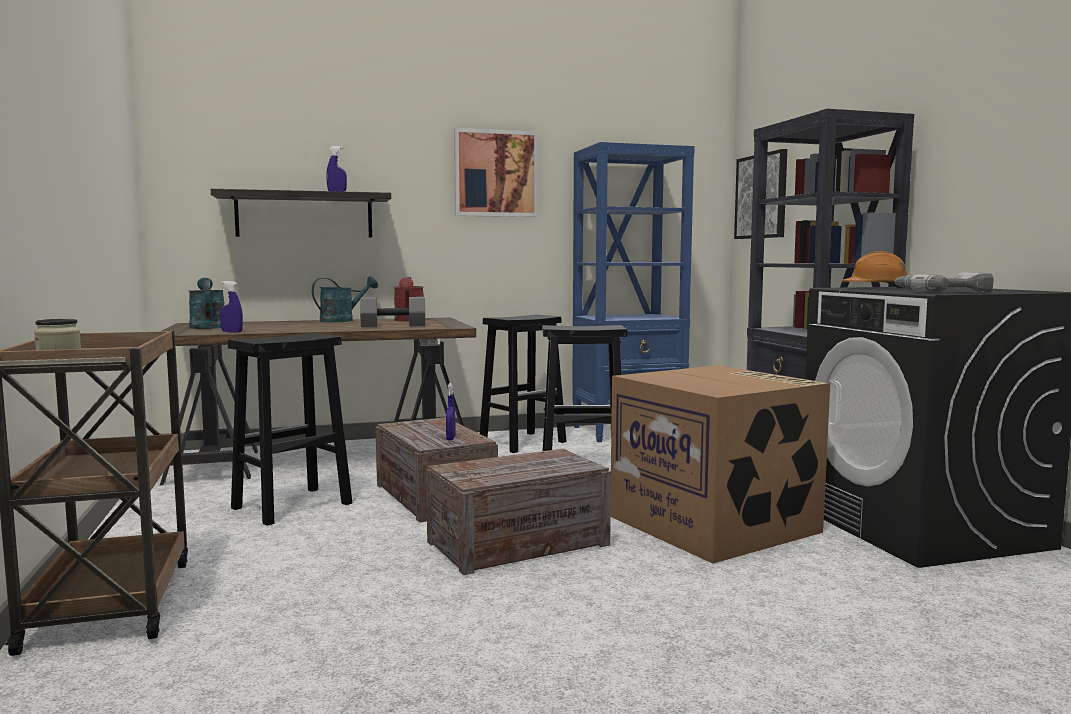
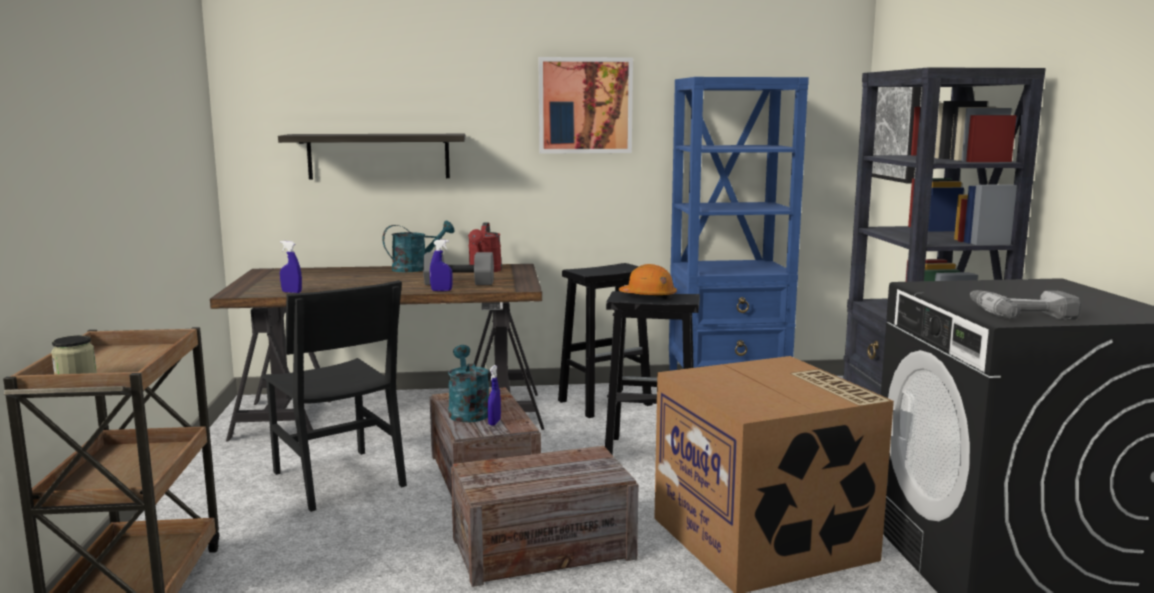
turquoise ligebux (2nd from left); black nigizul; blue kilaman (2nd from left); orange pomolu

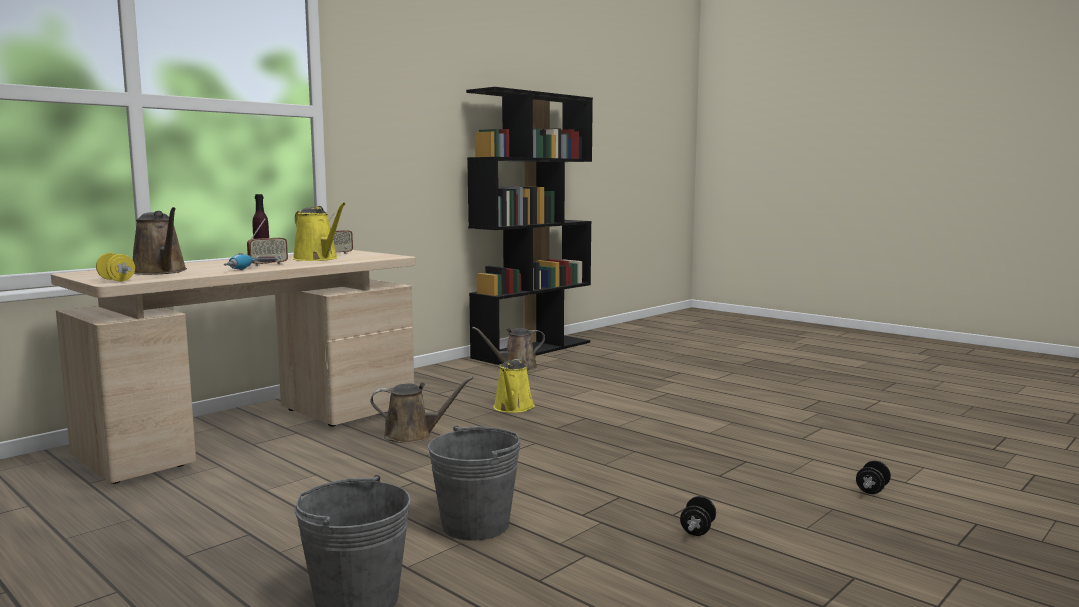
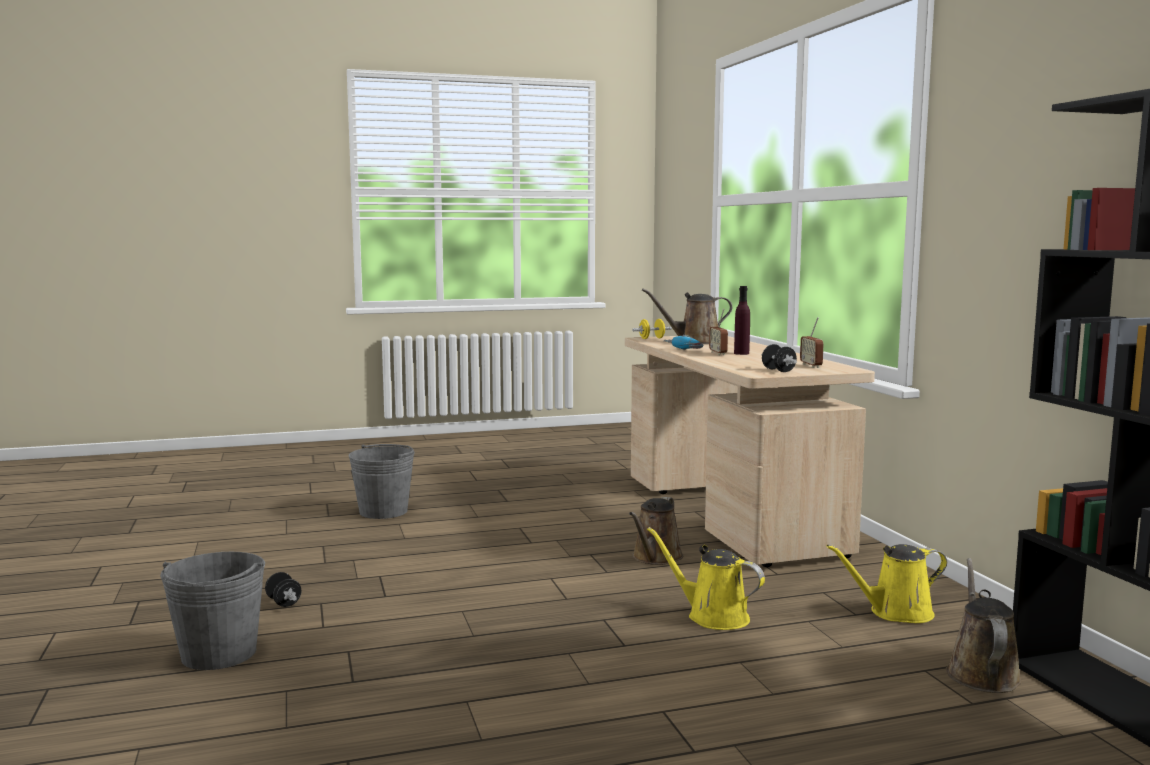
yellow ligebux (2nd from left); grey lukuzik (1st from left); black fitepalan (2nd from left)

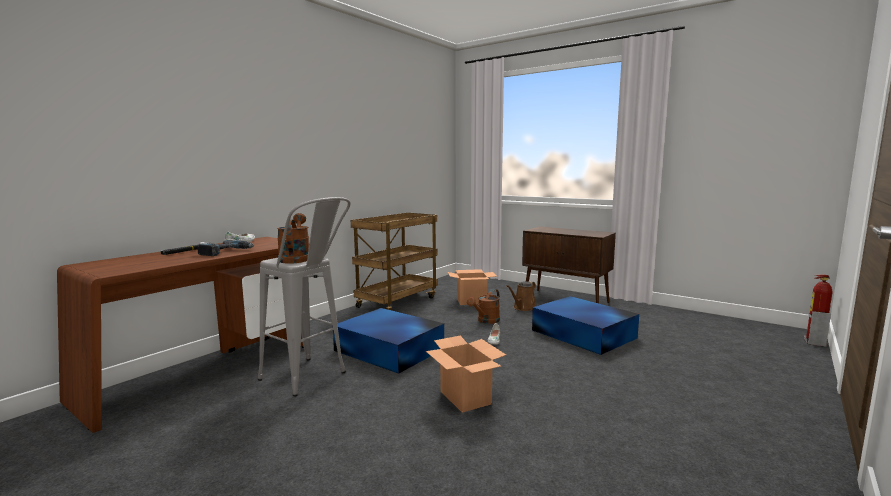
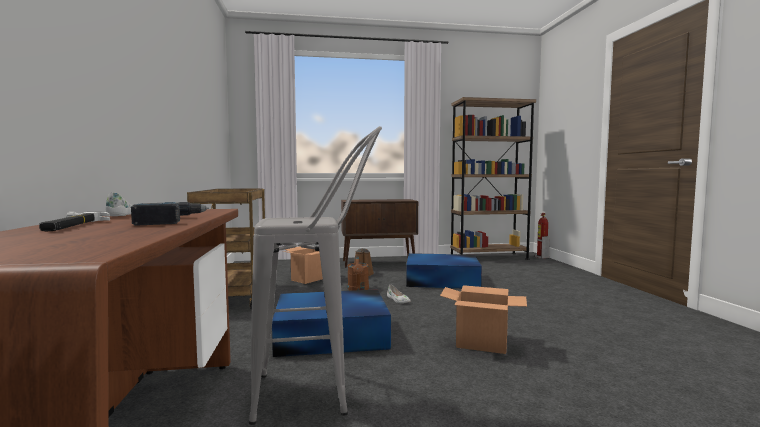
brown ligebux (1st from left in the first image); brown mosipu

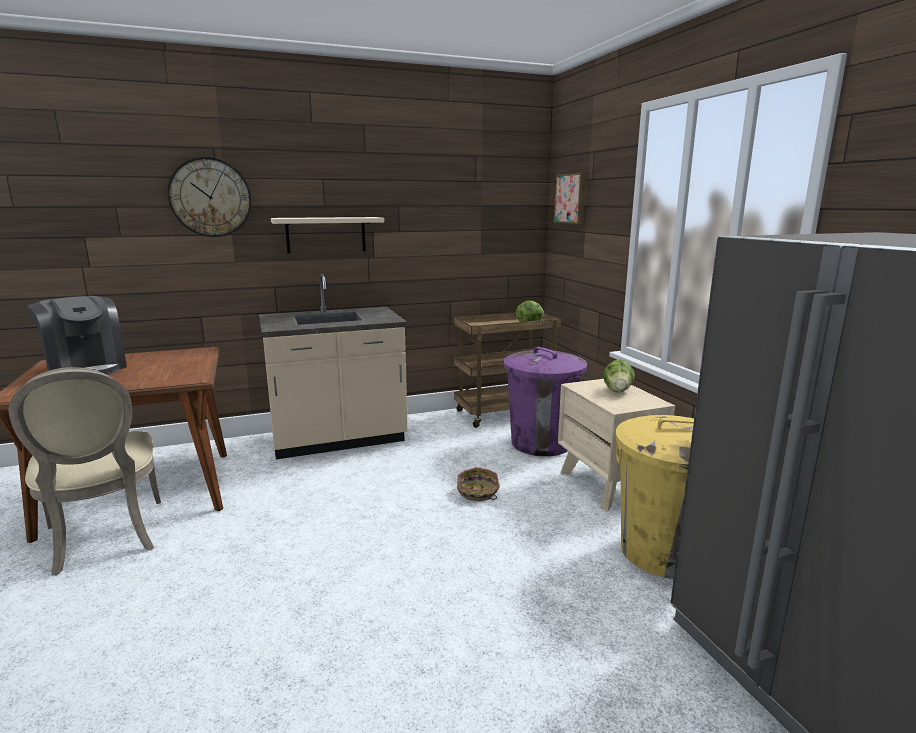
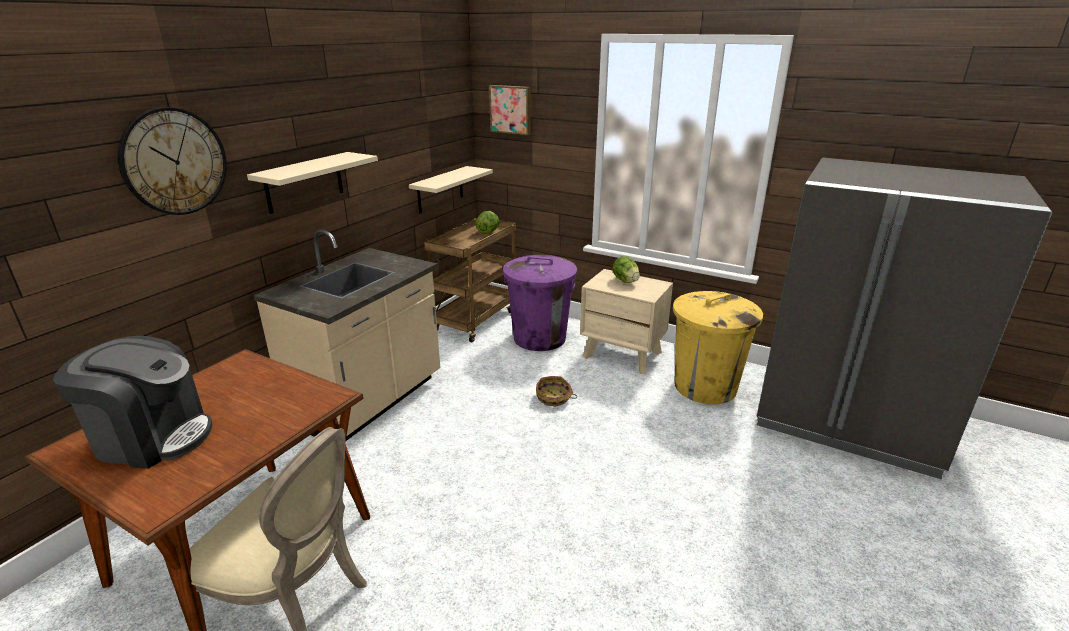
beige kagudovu (2nd from left)

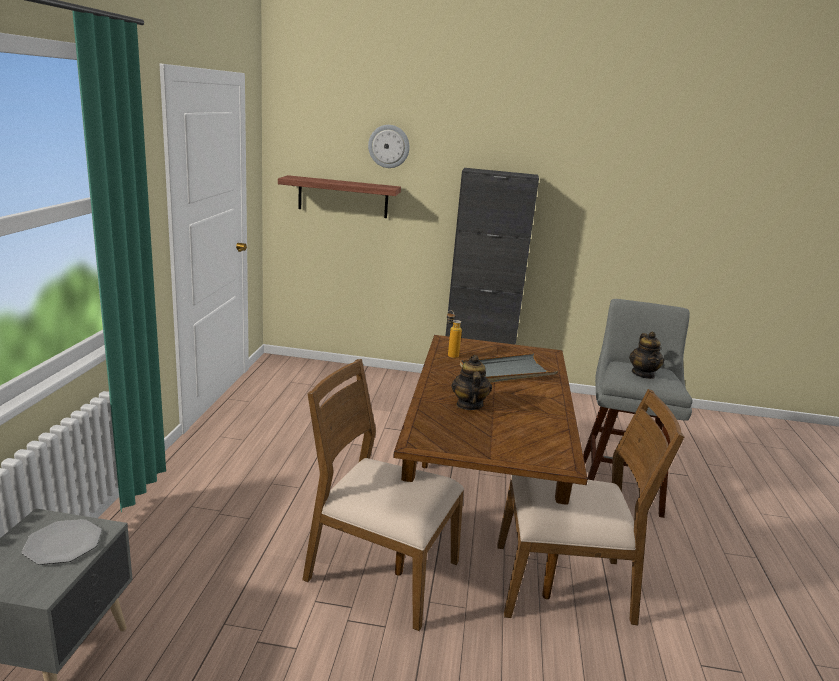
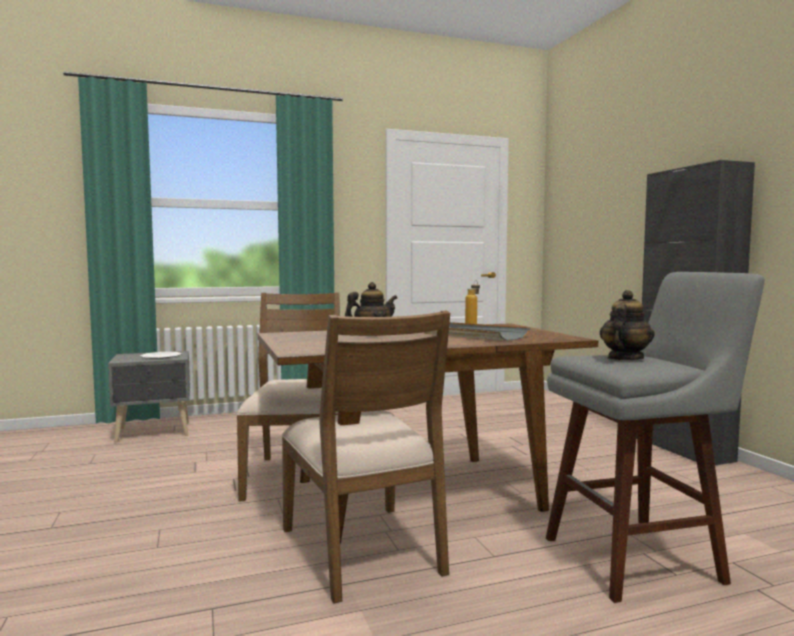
kagudovu; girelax; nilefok (2nd from left)

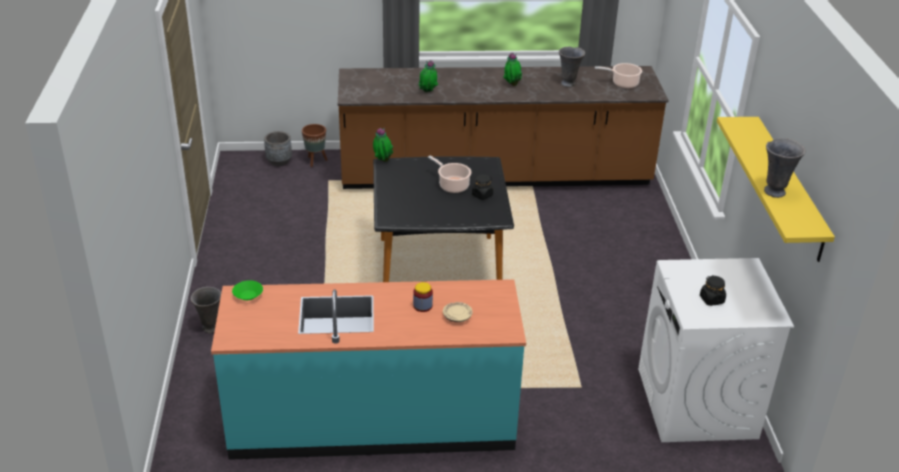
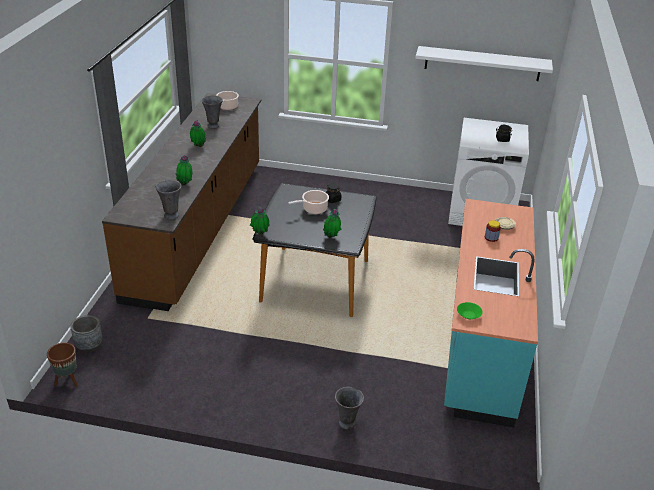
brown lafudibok; white kagudovu; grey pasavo (1st from left); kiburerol (4th from left)

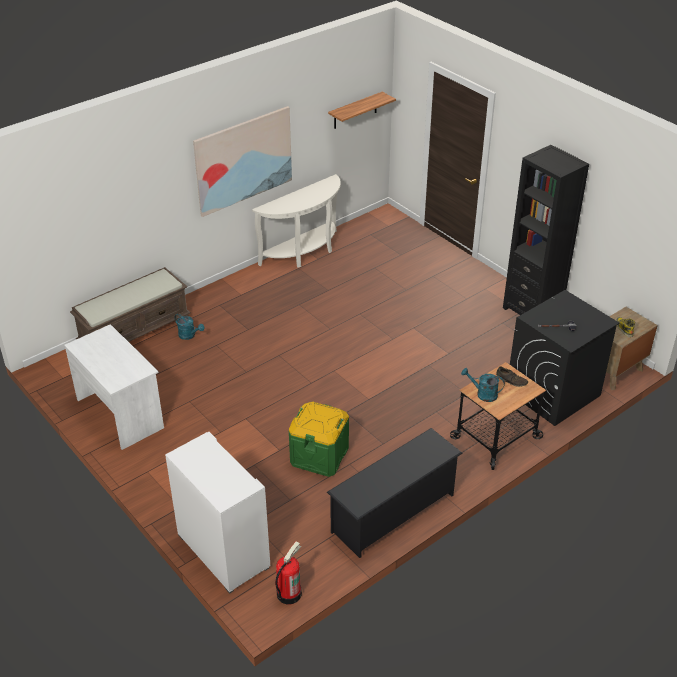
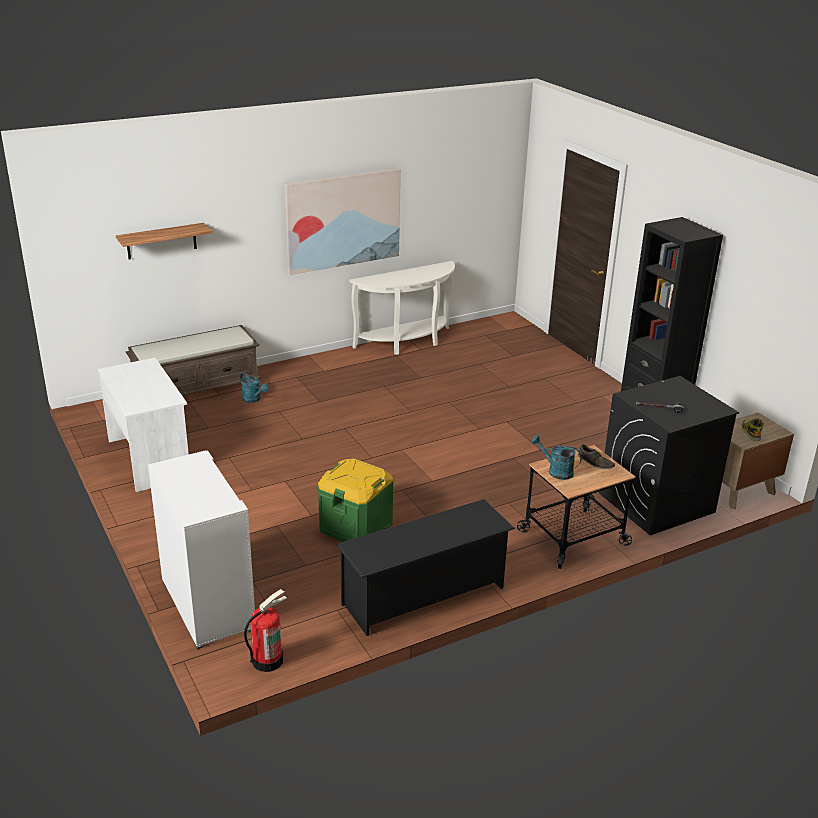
kagudovu

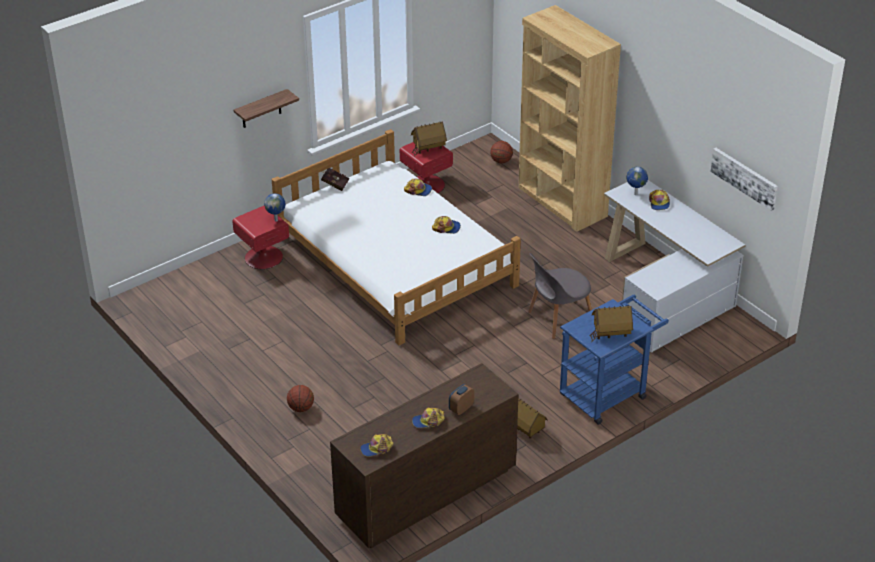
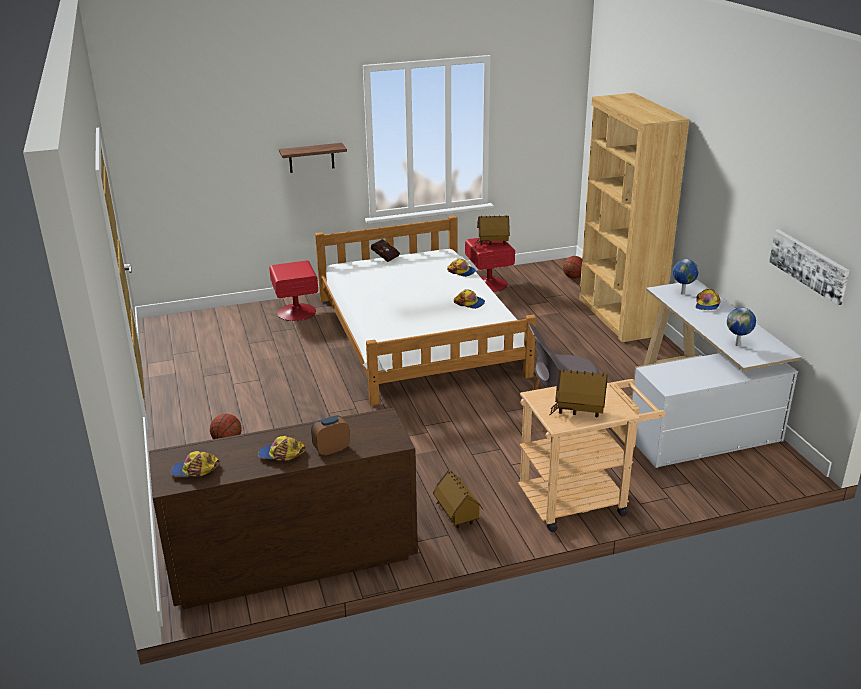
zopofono (2nd from left); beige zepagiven

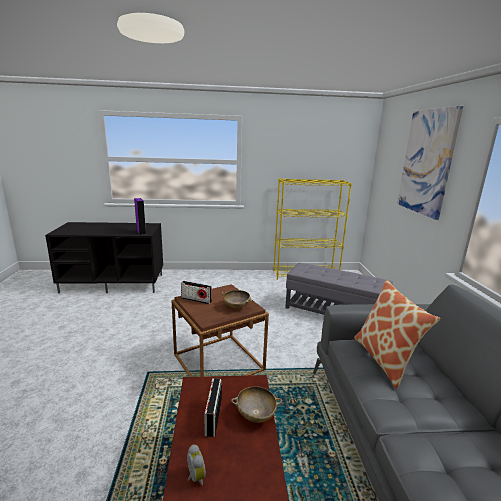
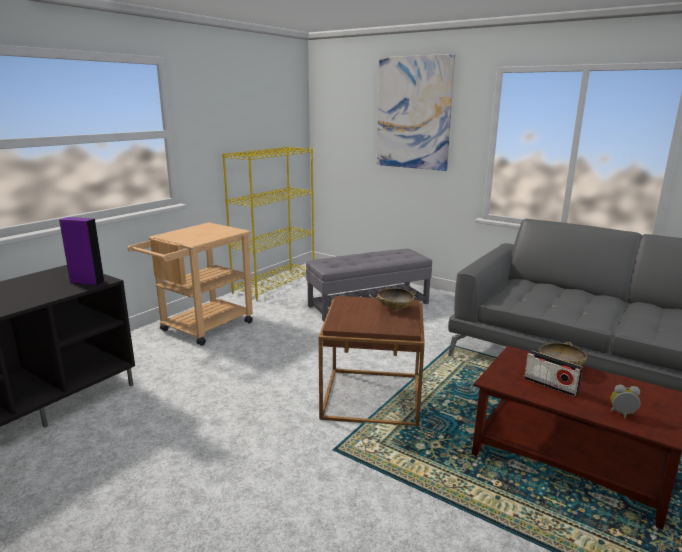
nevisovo (1st from left in the first image); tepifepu; beige zepagiven

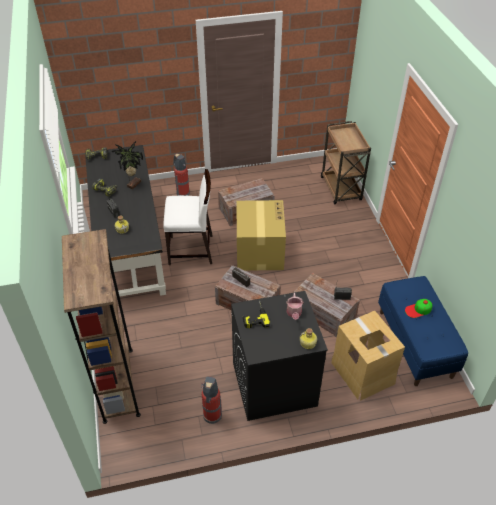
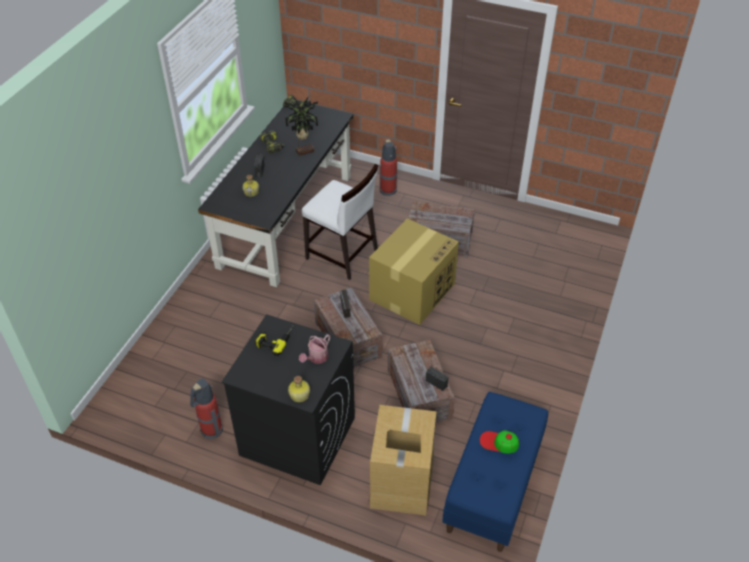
brown mosipu; brown zepagiven

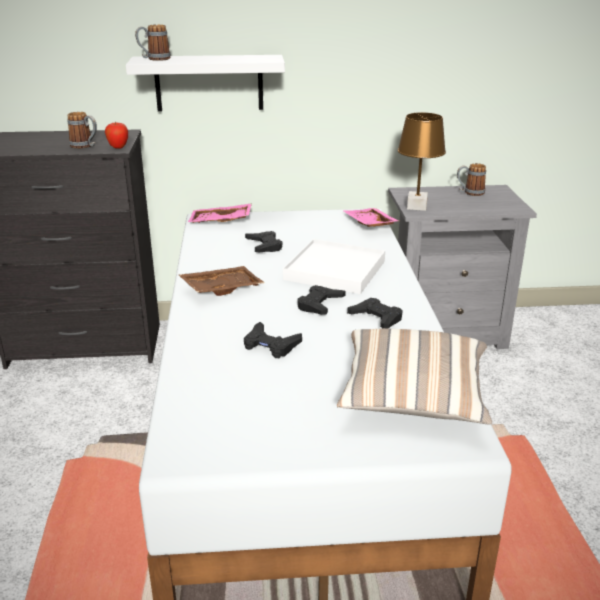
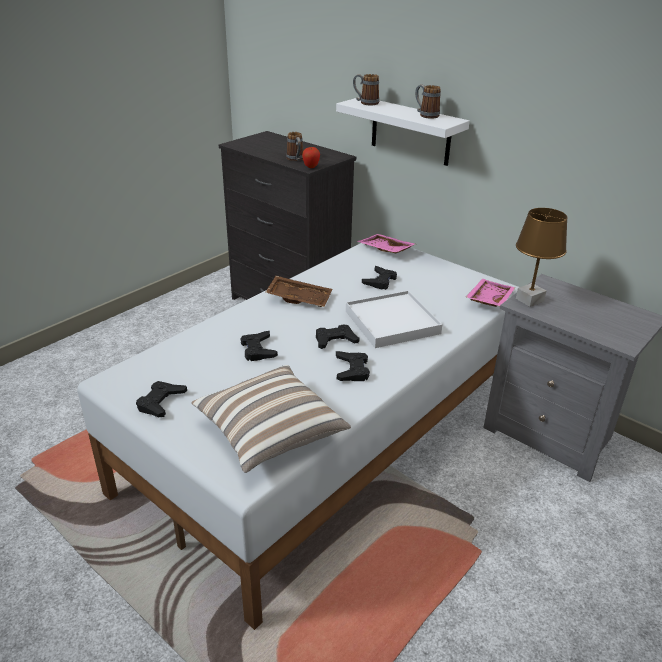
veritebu (3rd from left); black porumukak (1st from left)

